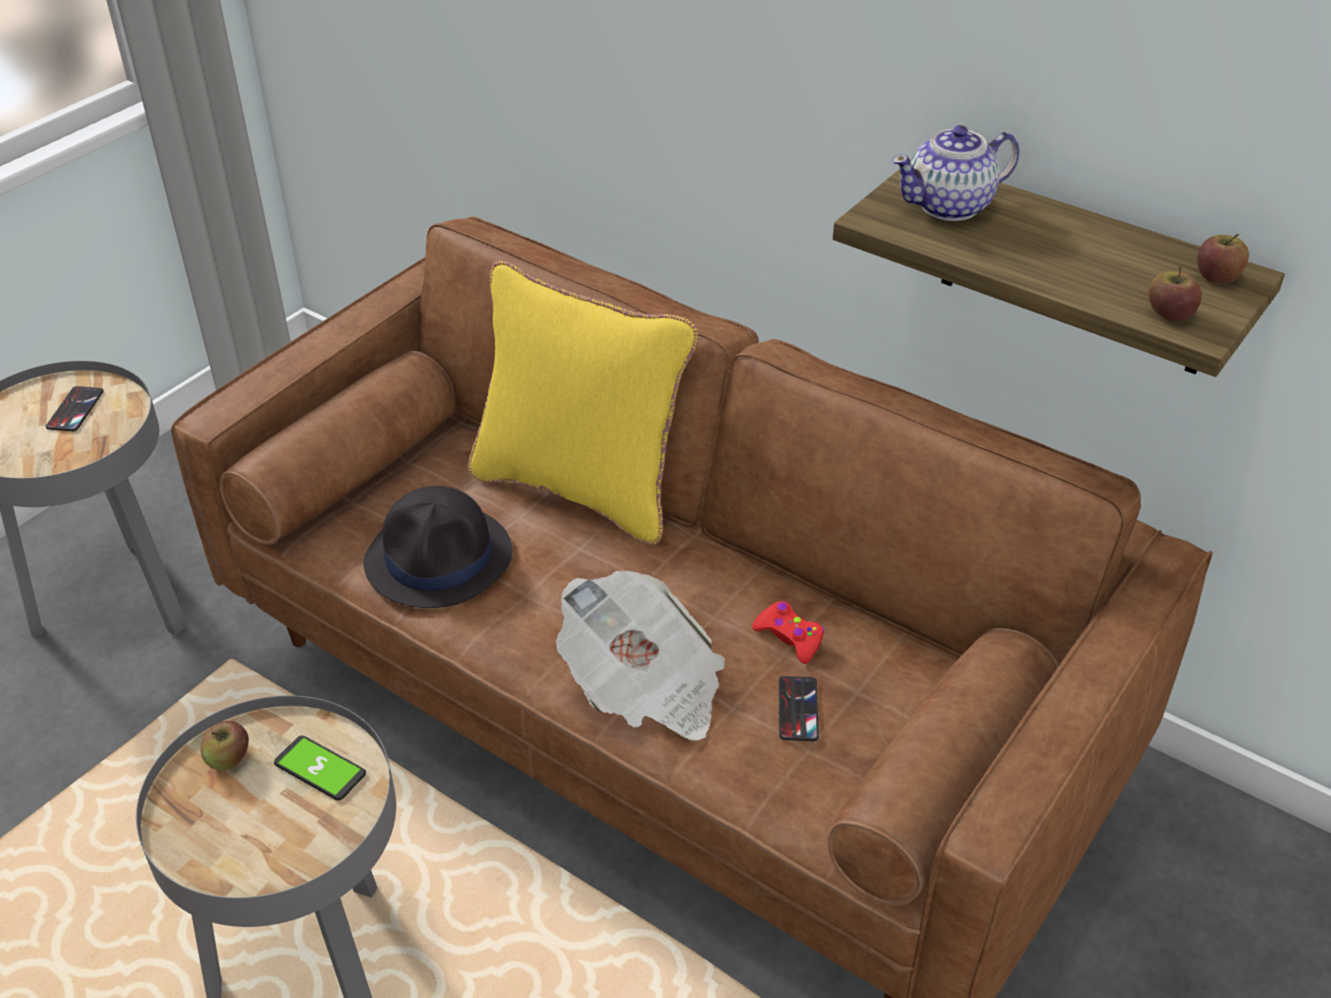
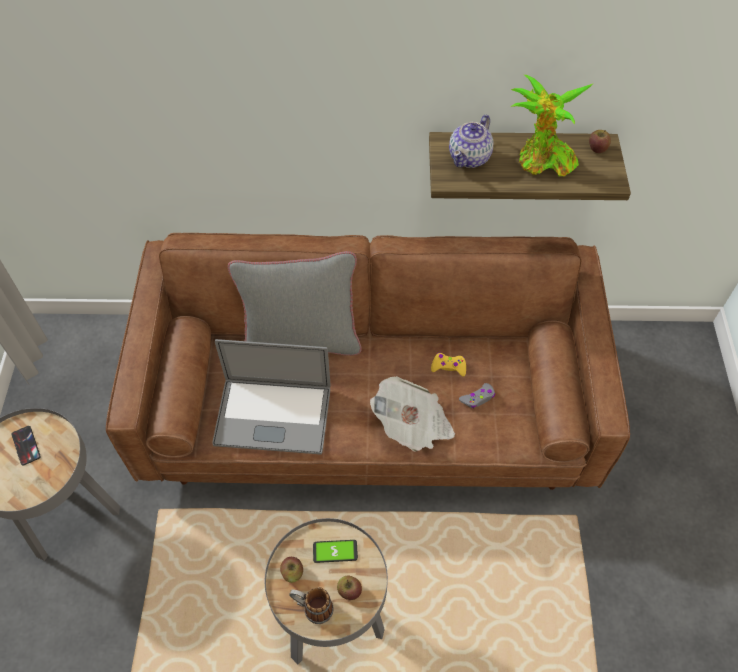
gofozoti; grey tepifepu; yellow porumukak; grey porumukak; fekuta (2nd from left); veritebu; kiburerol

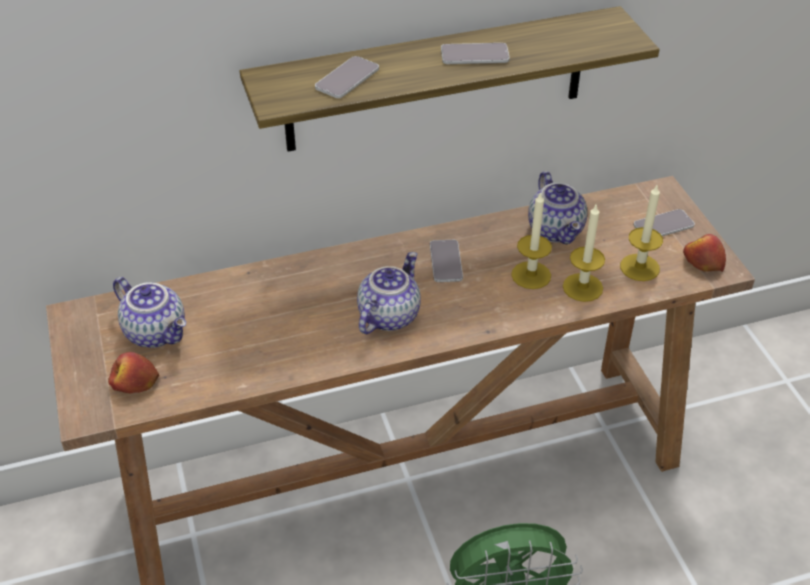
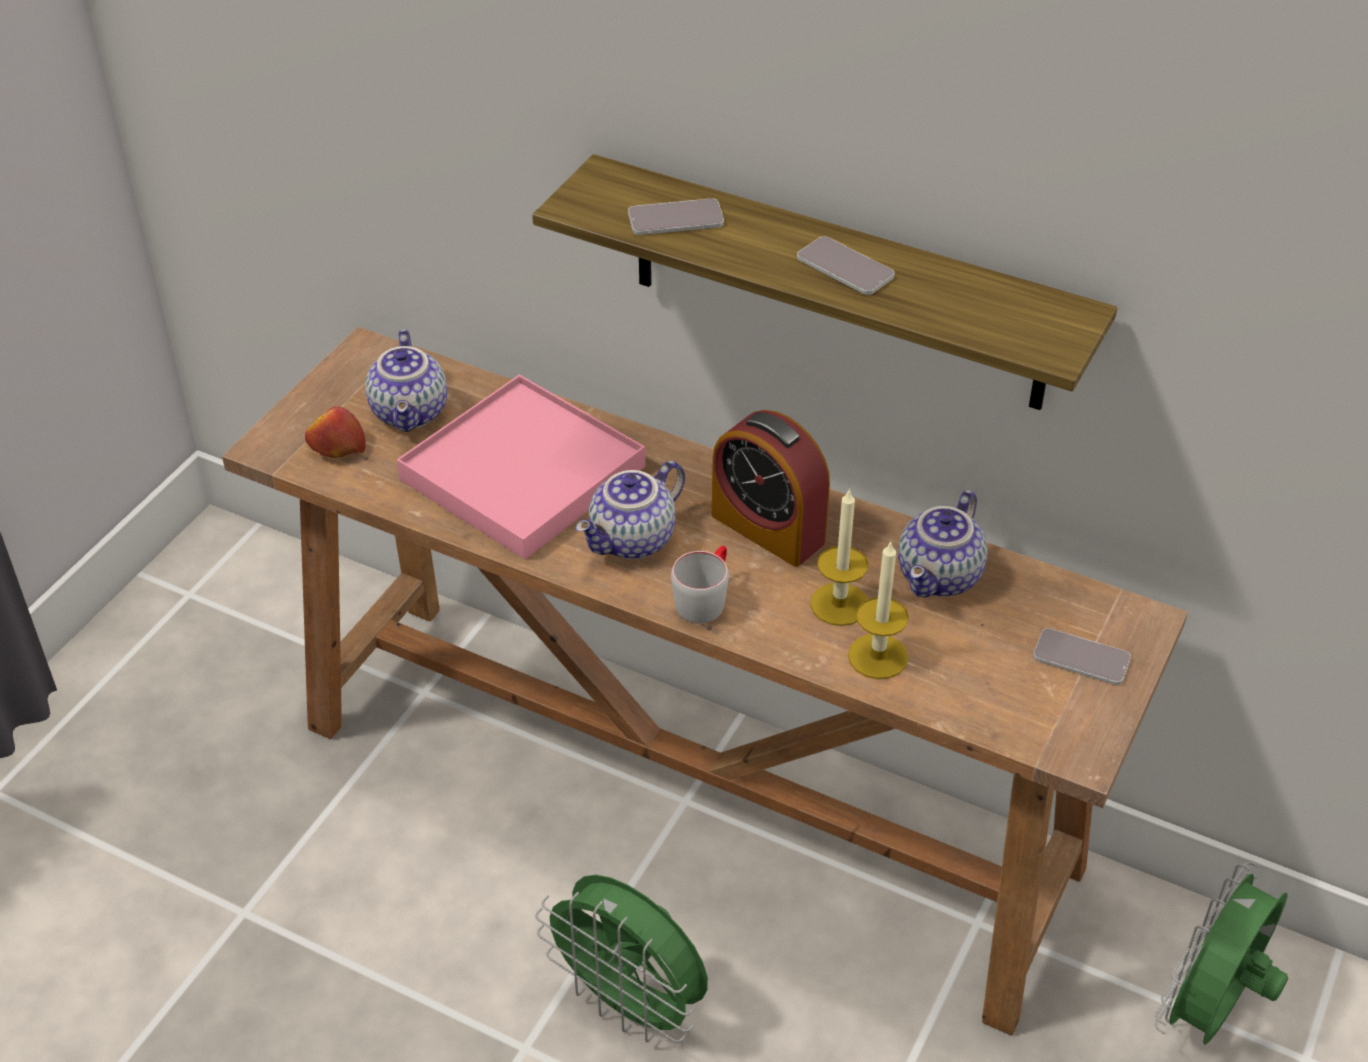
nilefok (2nd from left); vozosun; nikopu (3rd from left in the first image); fekuta (2nd from left in the first image); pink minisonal; grey veritebu; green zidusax (2nd from left)

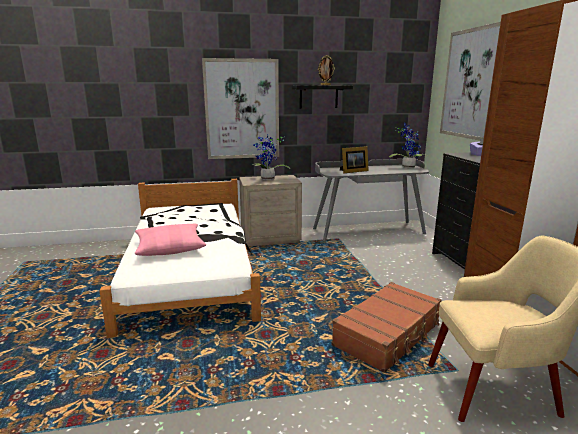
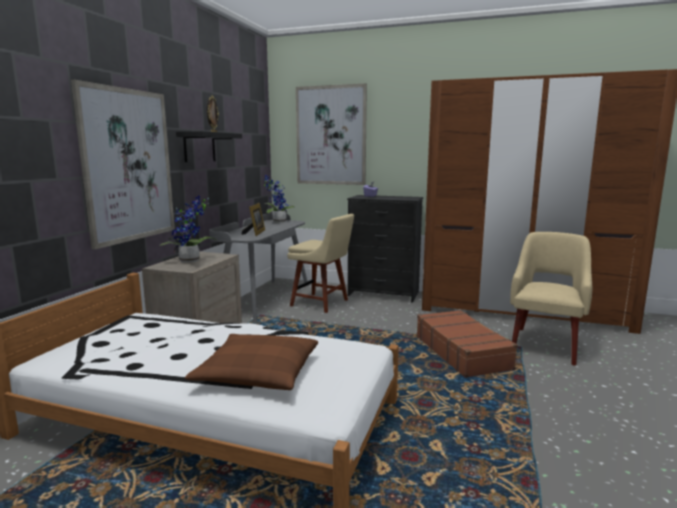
brown tepifepu; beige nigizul

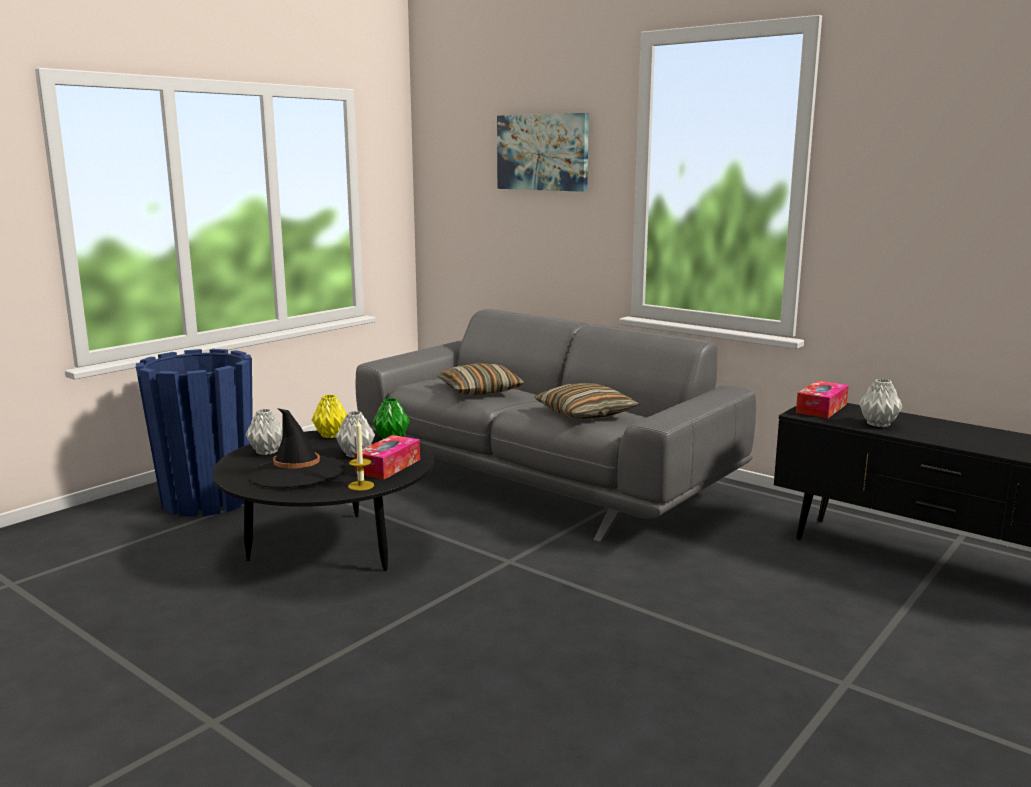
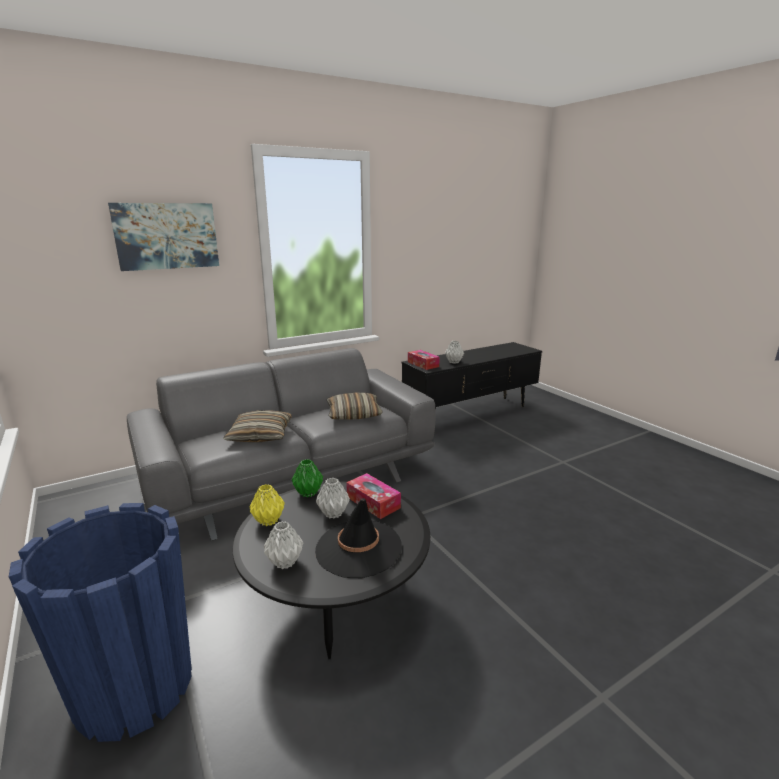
nikopu

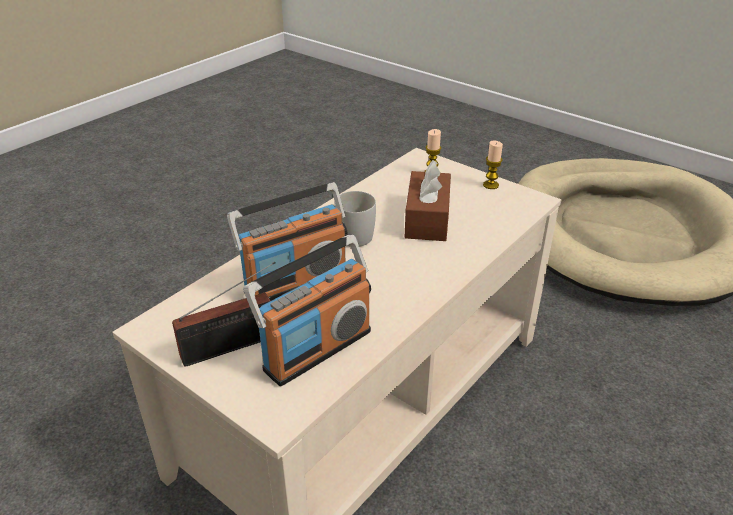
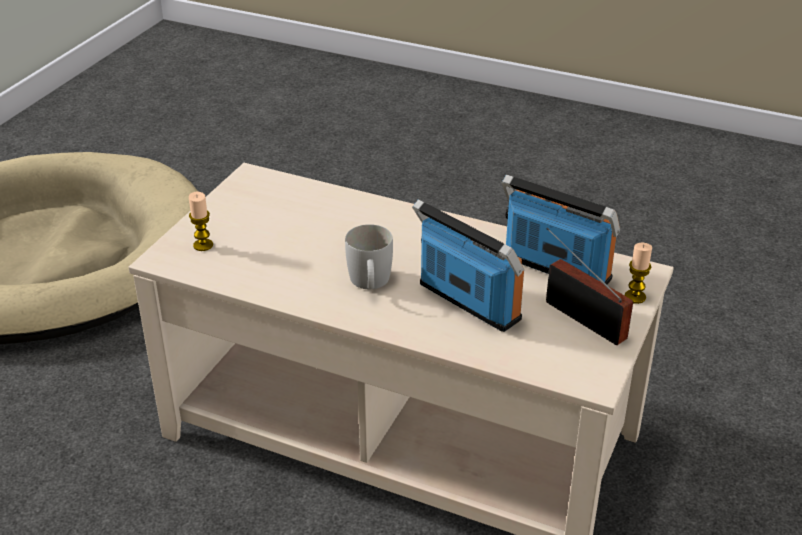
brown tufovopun; nikopu (2nd from left)

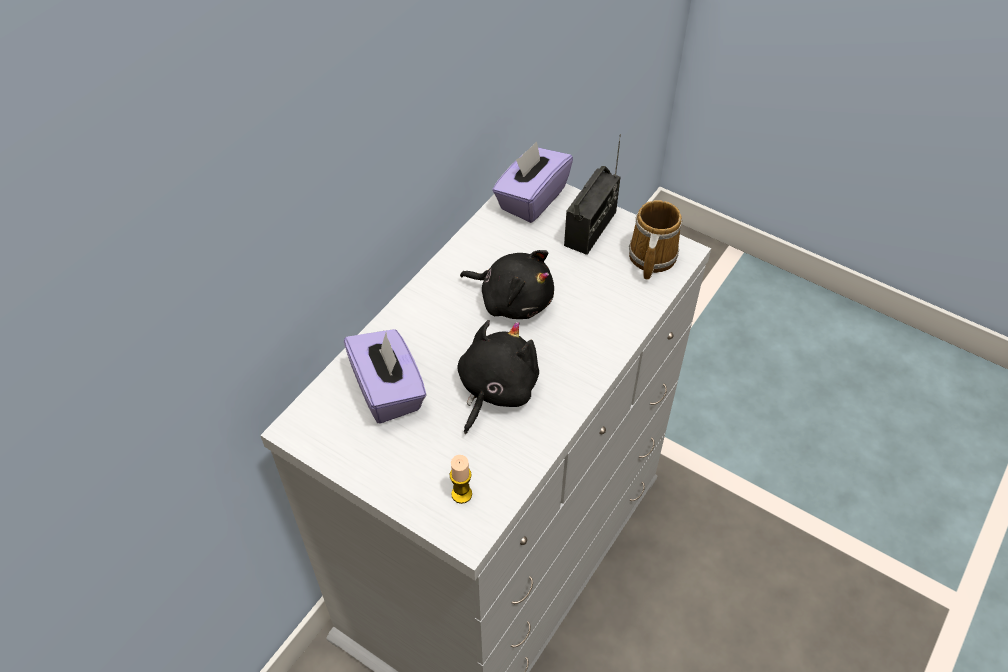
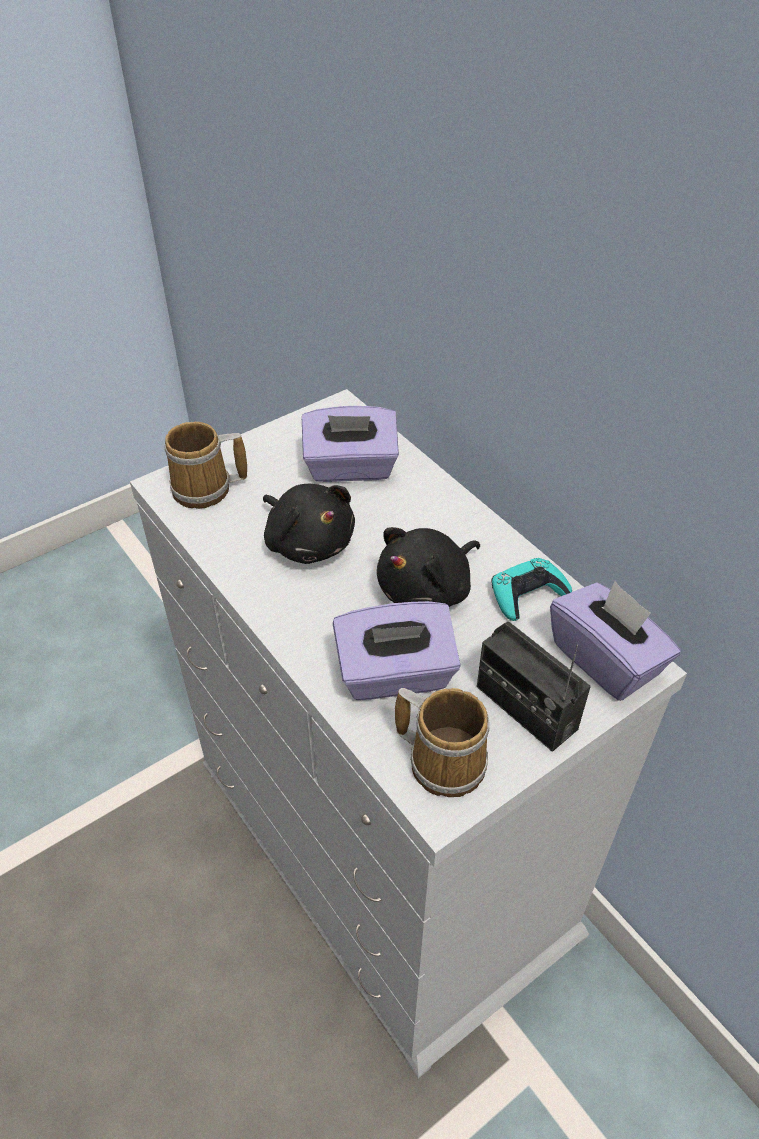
veritebu (1st from left); purple tufovopun (2nd from left); turquoise porumukak

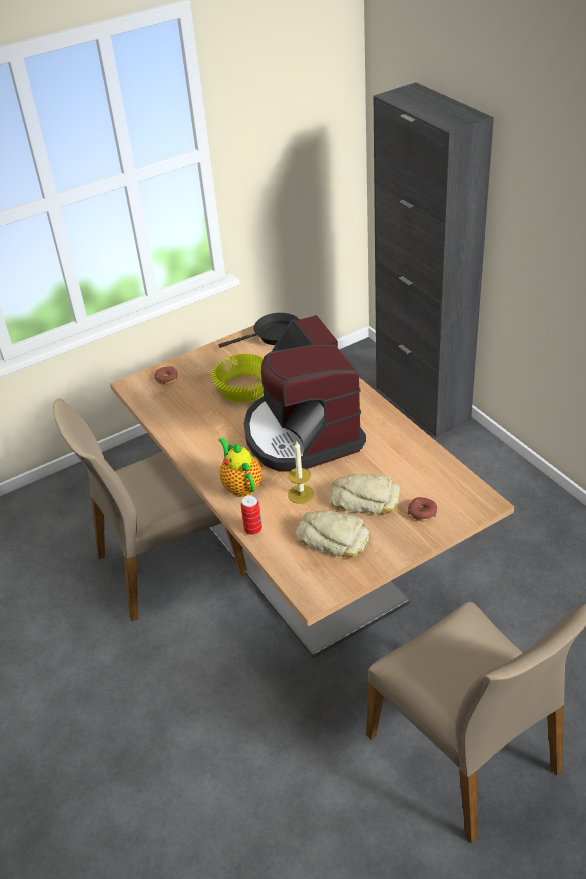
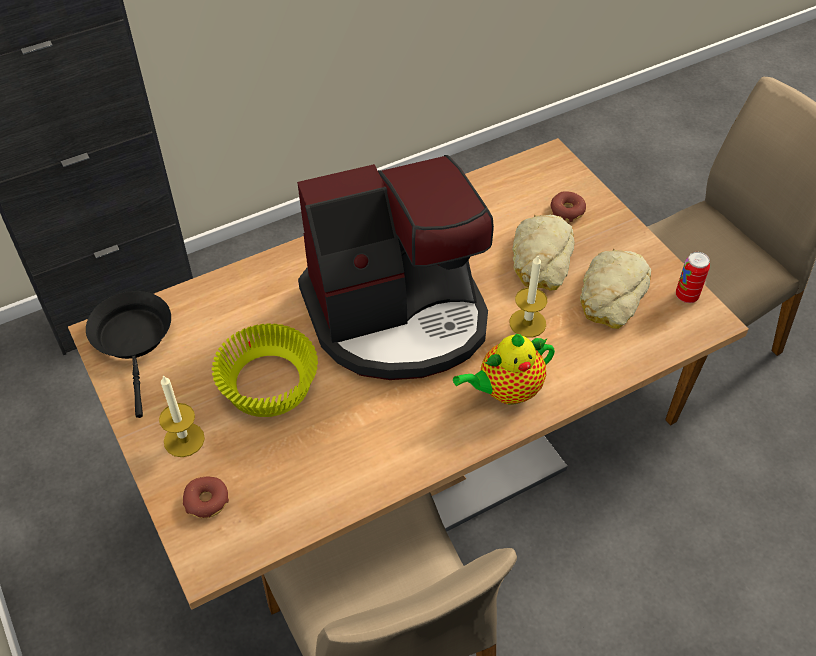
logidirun; nikopu (1st from left)

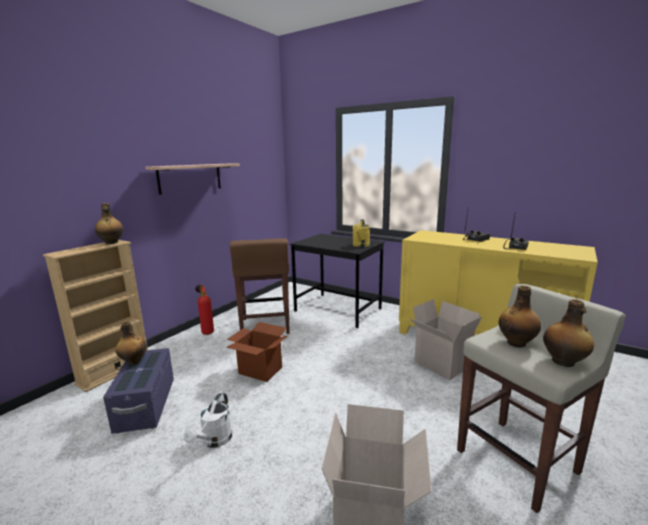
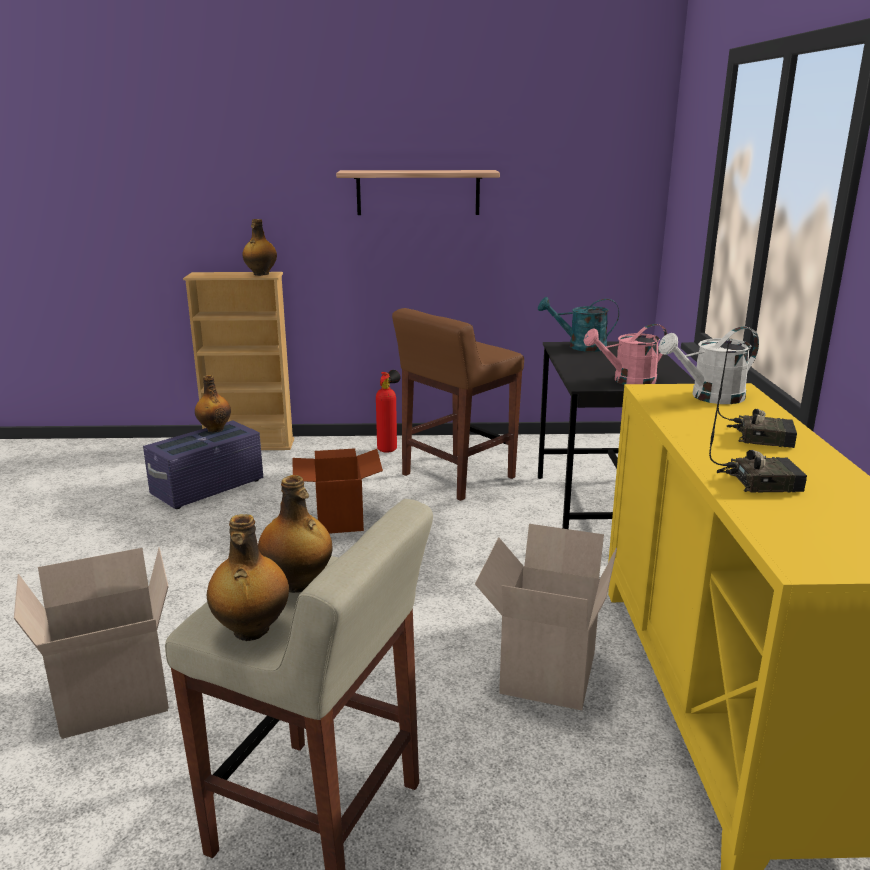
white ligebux; pink ligebux; turquoise ligebux

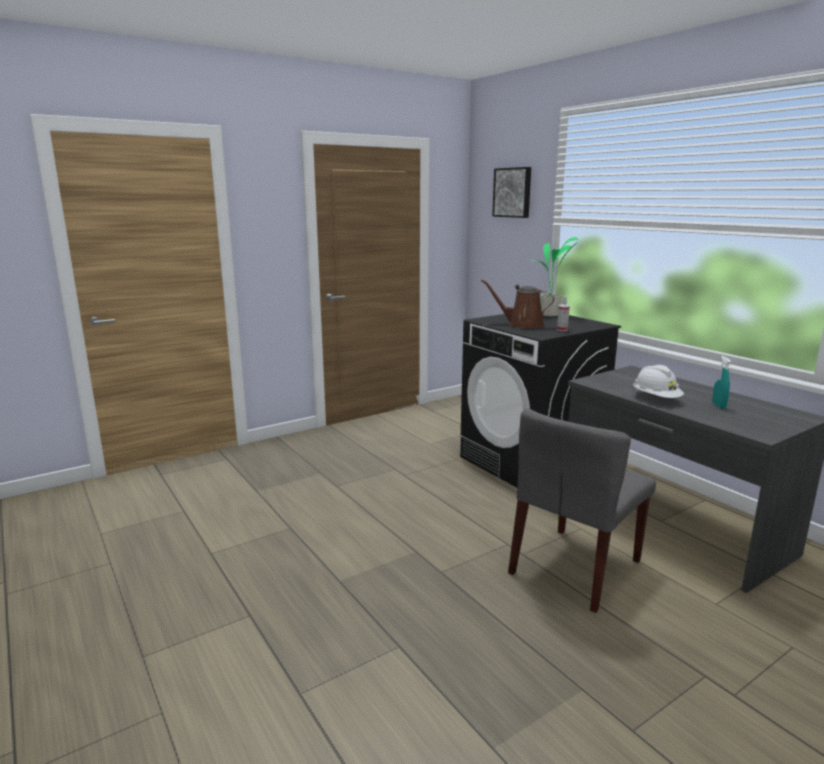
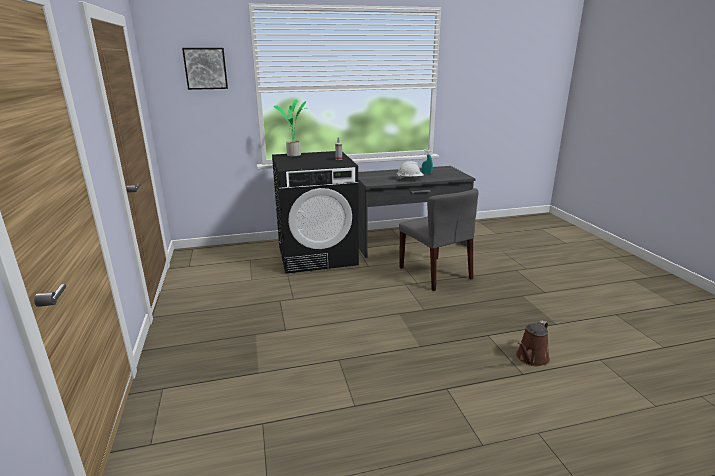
brown ligebux

